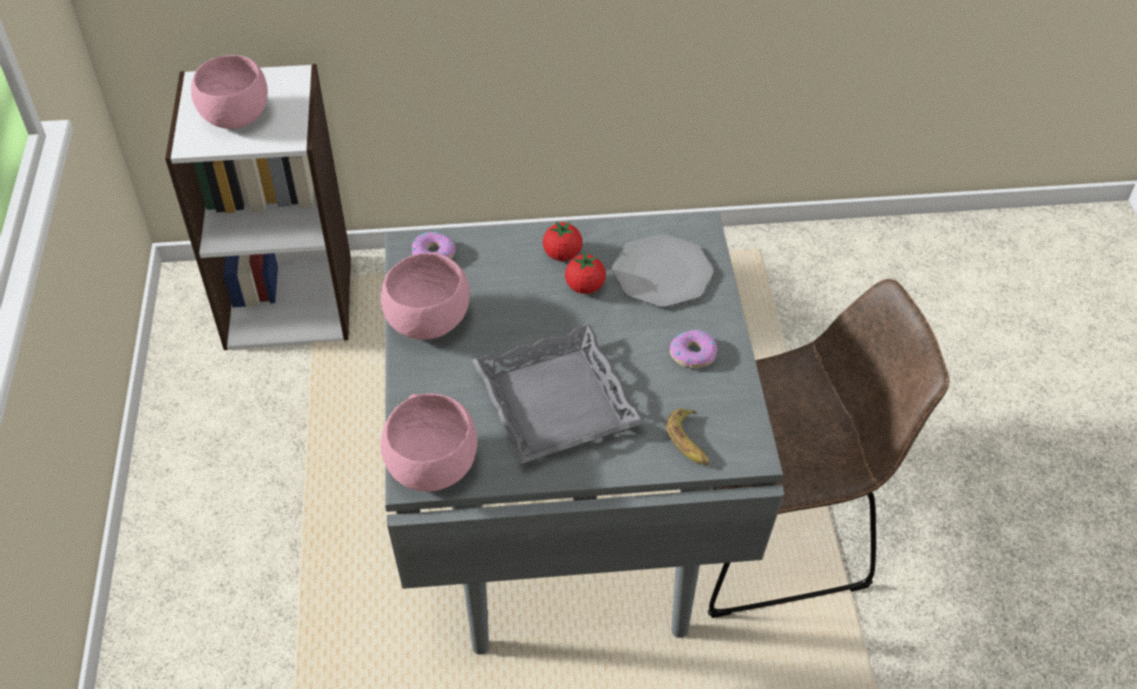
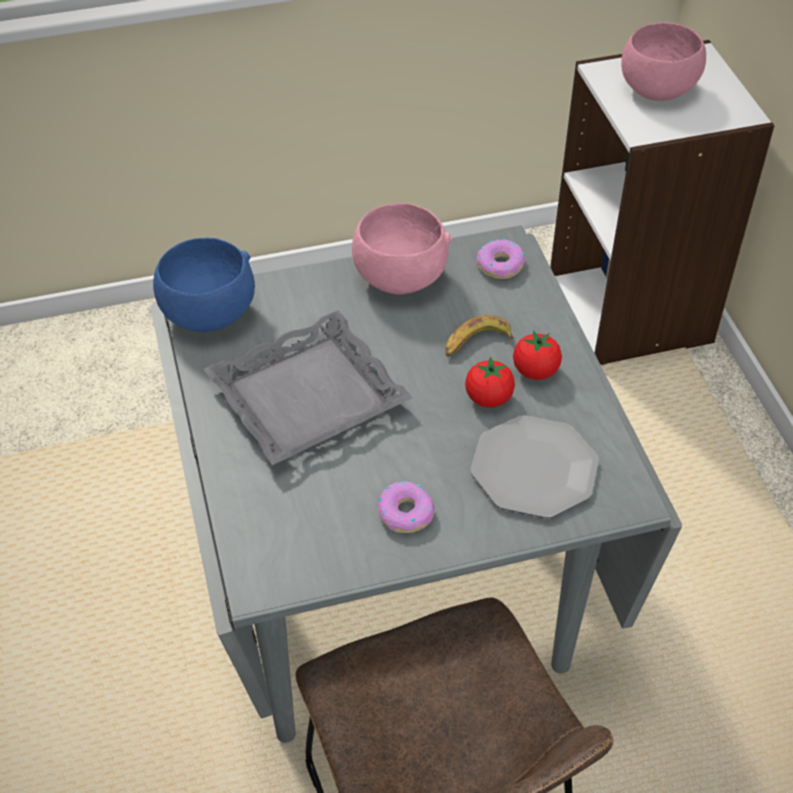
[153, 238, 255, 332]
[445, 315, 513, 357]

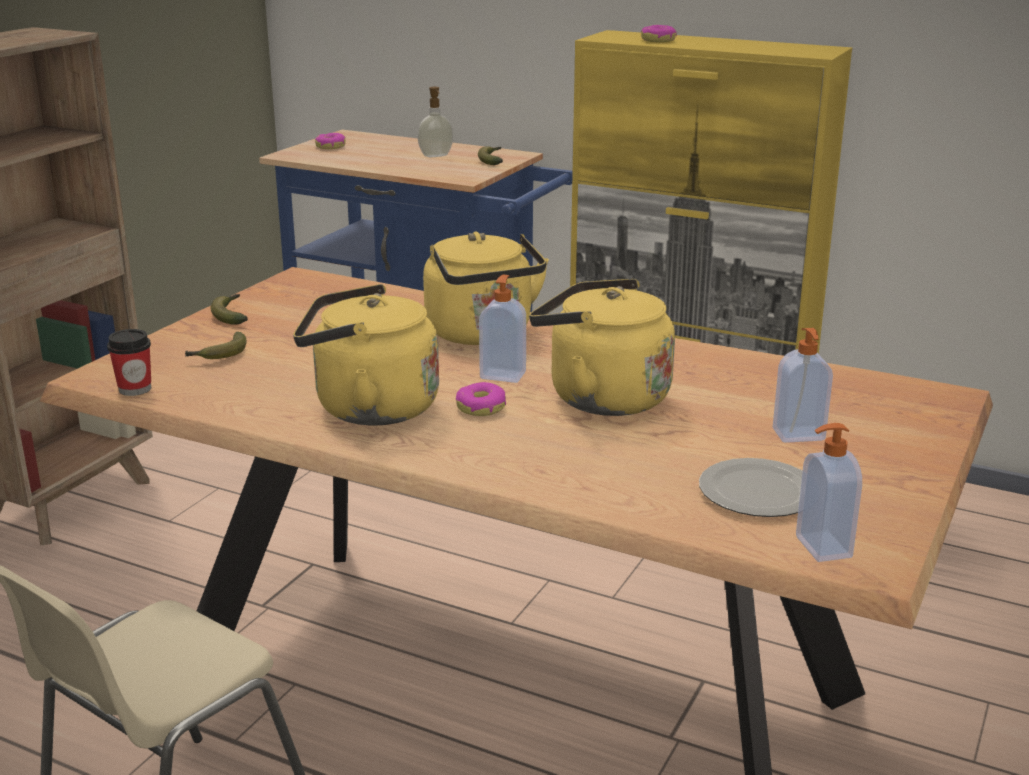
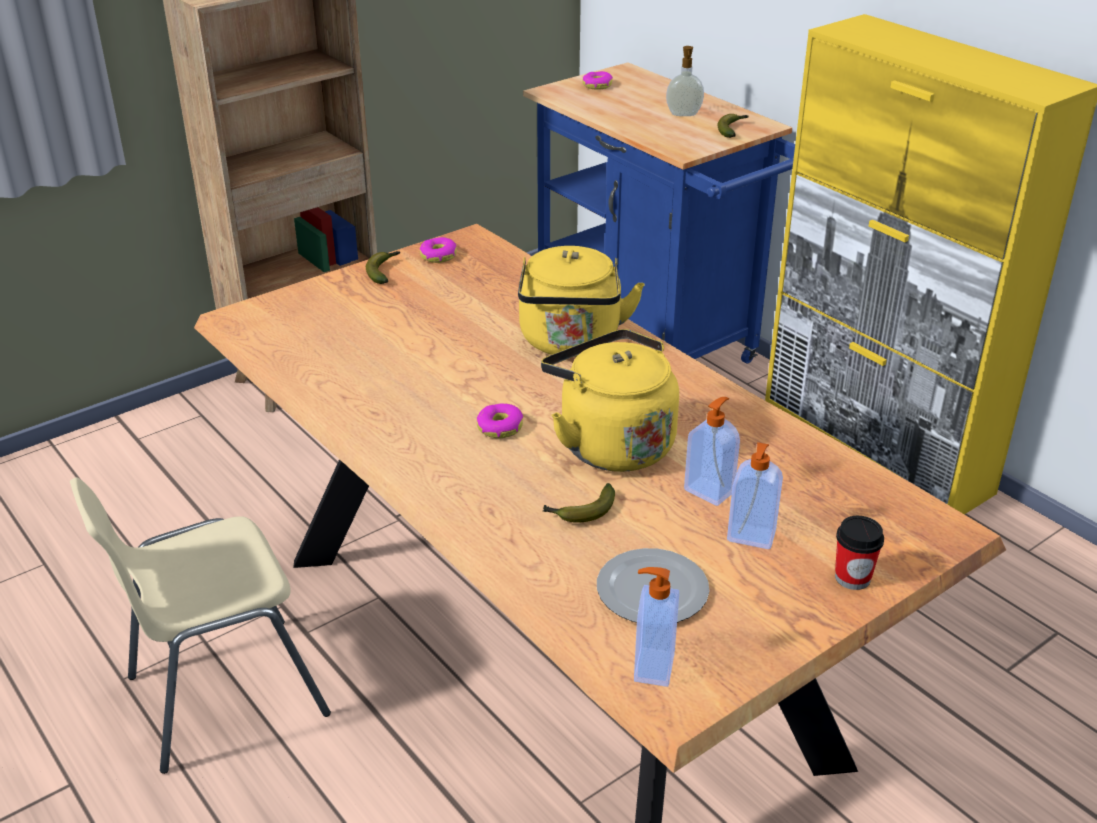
[420, 237, 457, 263]
[543, 483, 615, 523]
[684, 397, 740, 506]
[835, 516, 884, 590]
[293, 284, 439, 425] (first image)

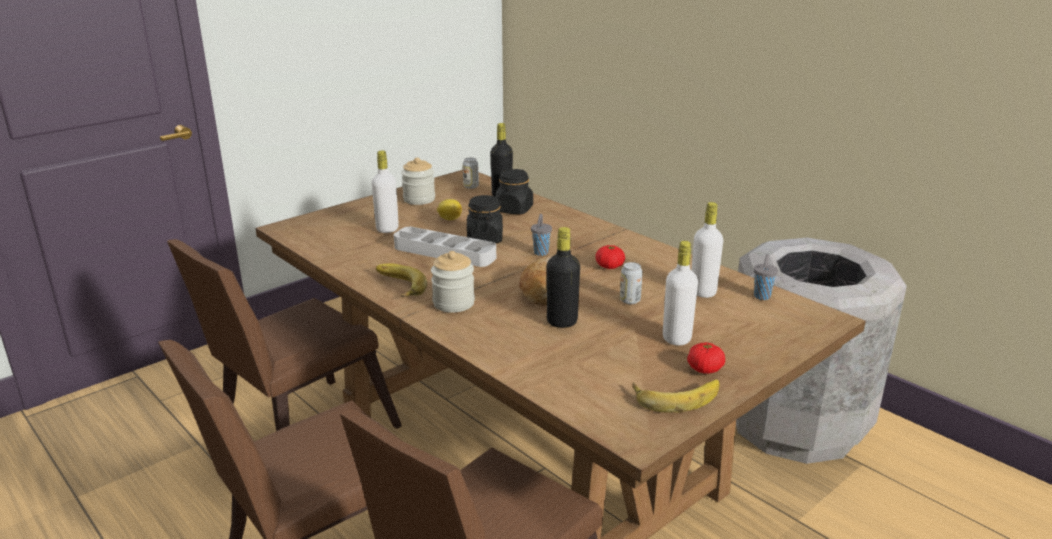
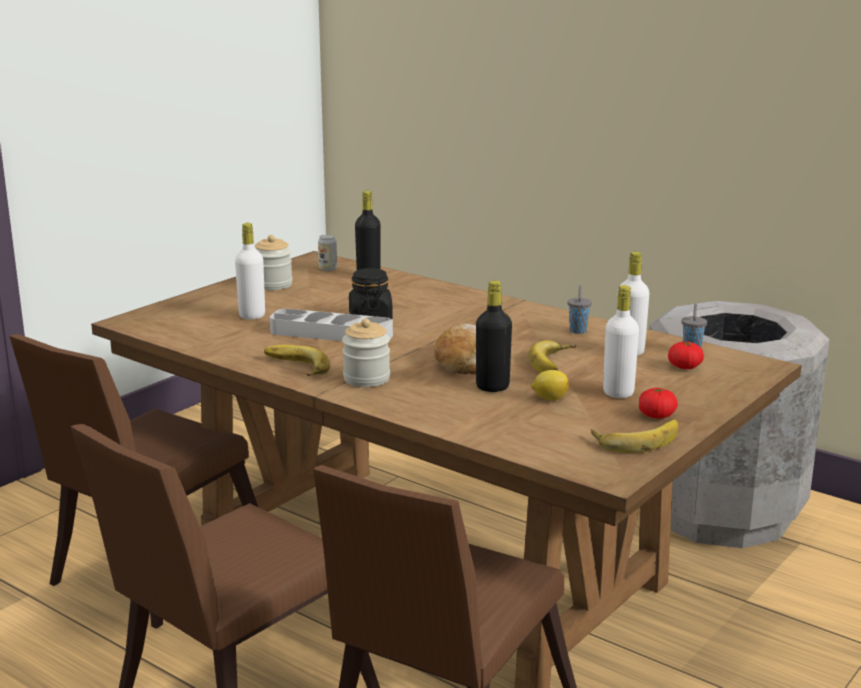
[528, 340, 576, 373]
[531, 370, 569, 400]
[568, 285, 592, 334]
[668, 342, 704, 369]
[495, 169, 533, 214] (first image)

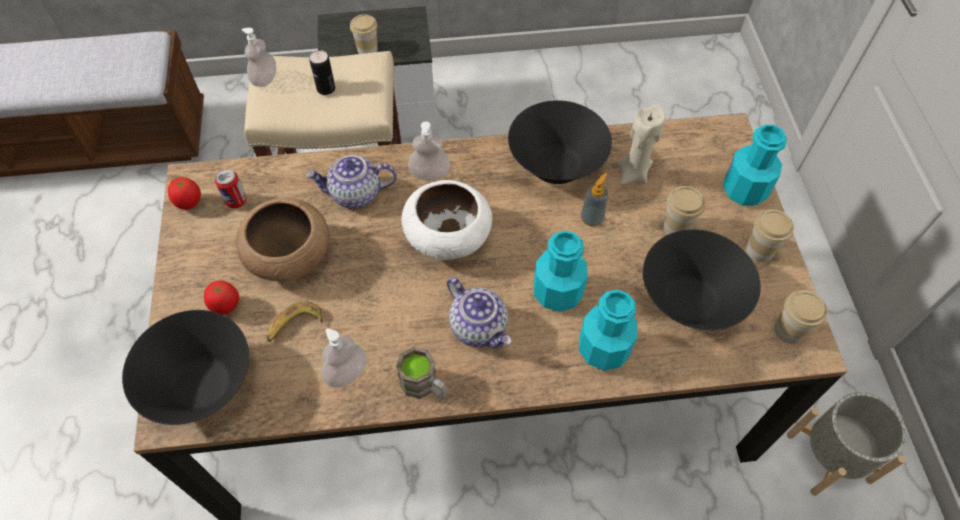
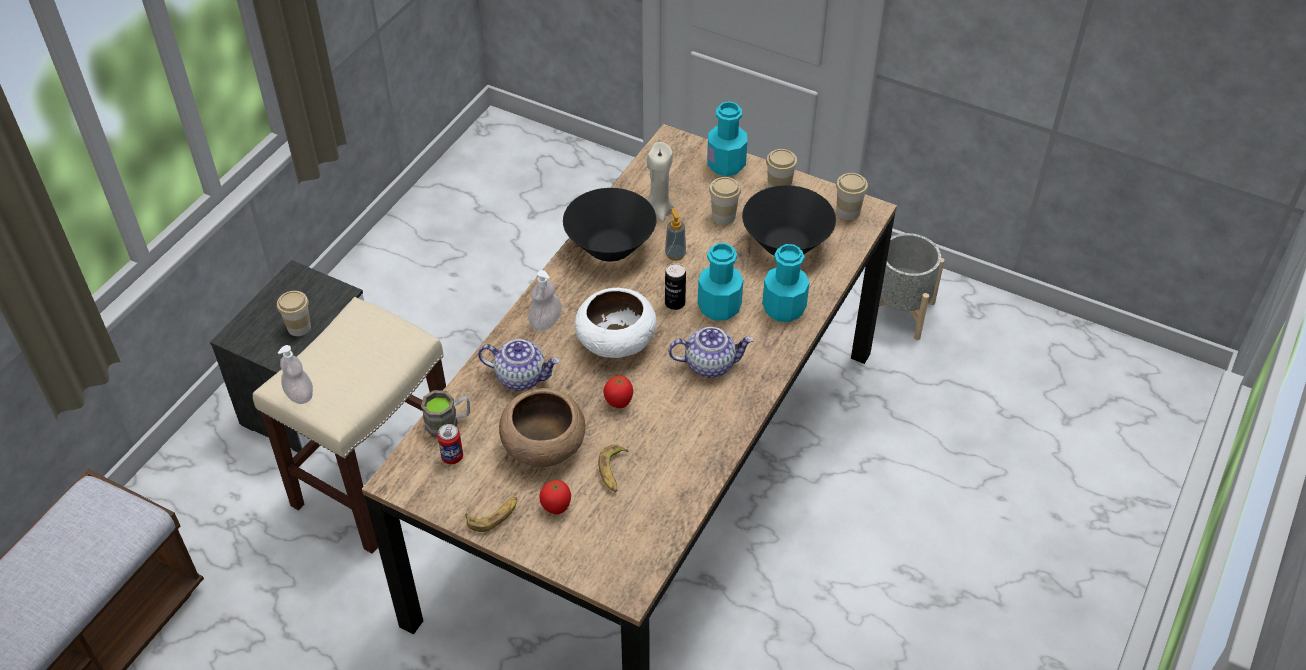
[421, 390, 470, 437]
[465, 497, 517, 532]
[478, 339, 560, 391]
[604, 376, 633, 408]
[665, 263, 686, 310]
[122, 310, 249, 425] (first image)
[322, 328, 367, 388] (first image)

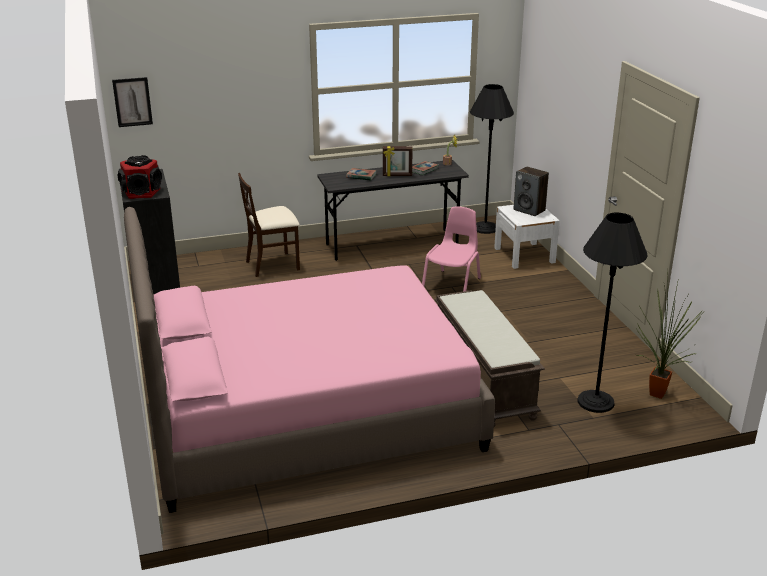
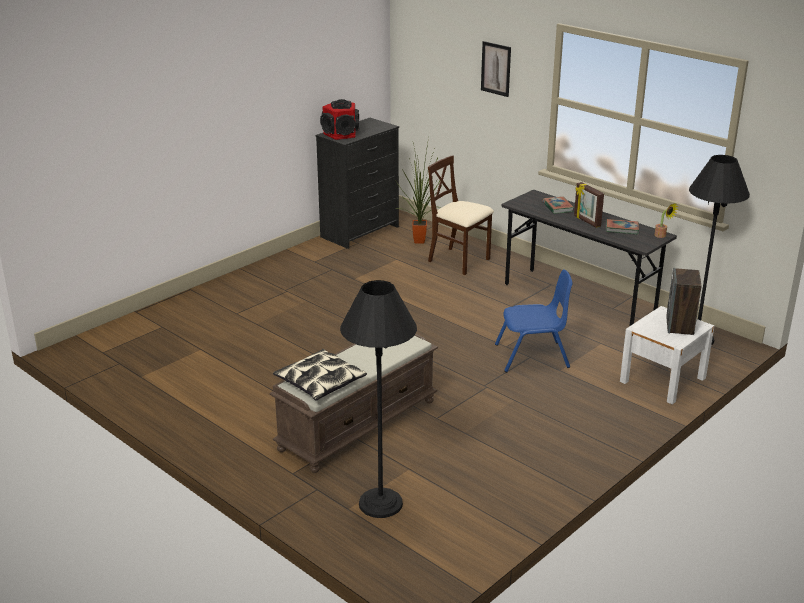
[273, 349, 367, 400]
[396, 138, 441, 244]
[481, 41, 511, 97]
[495, 269, 573, 372]
[124, 207, 495, 513] (first image)

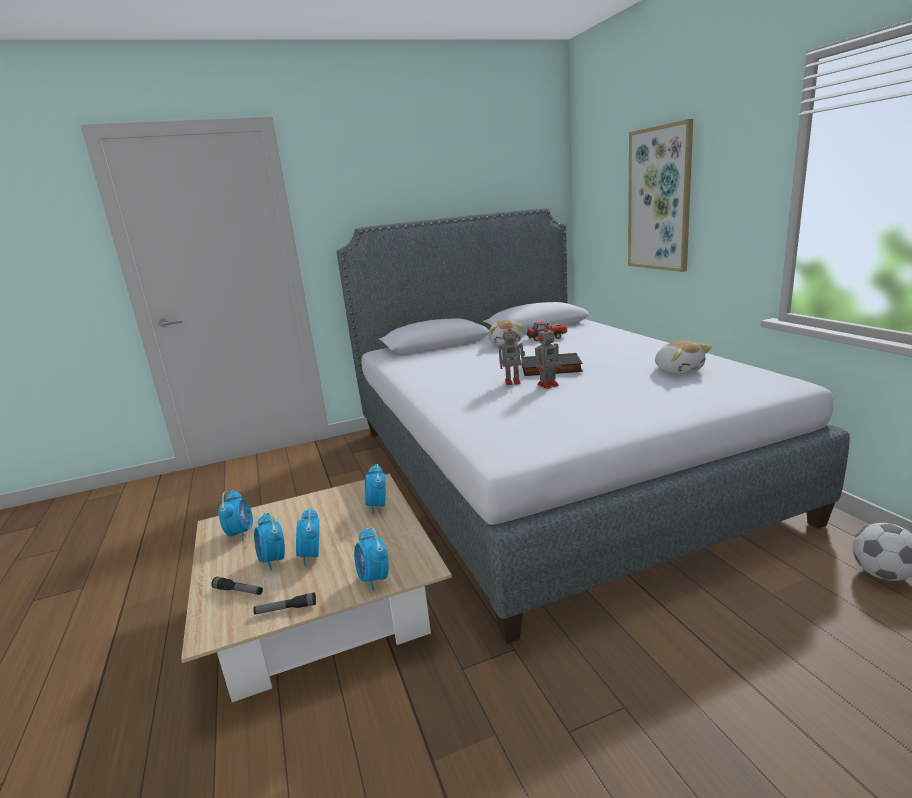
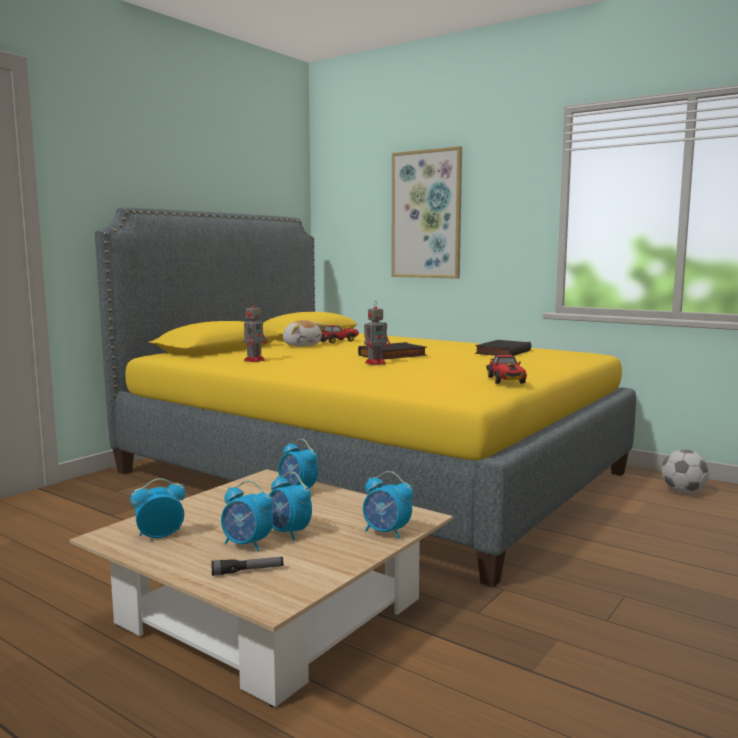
[95, 208, 636, 587]
[130, 478, 185, 538]
[243, 301, 267, 362]
[475, 340, 531, 356]
[486, 355, 527, 384]
[253, 592, 316, 614] (first image)

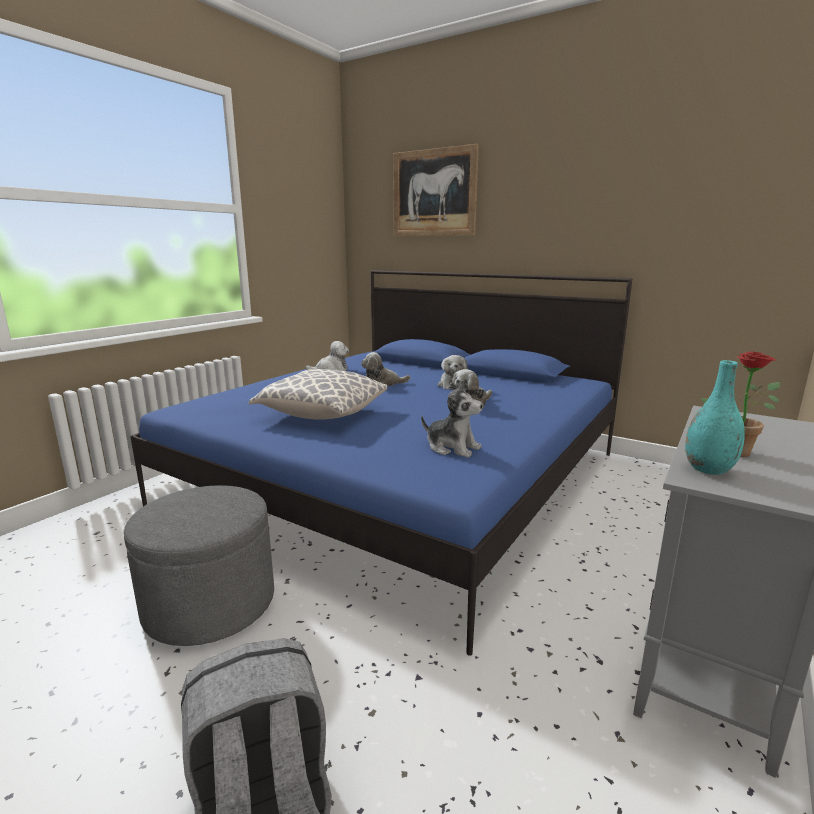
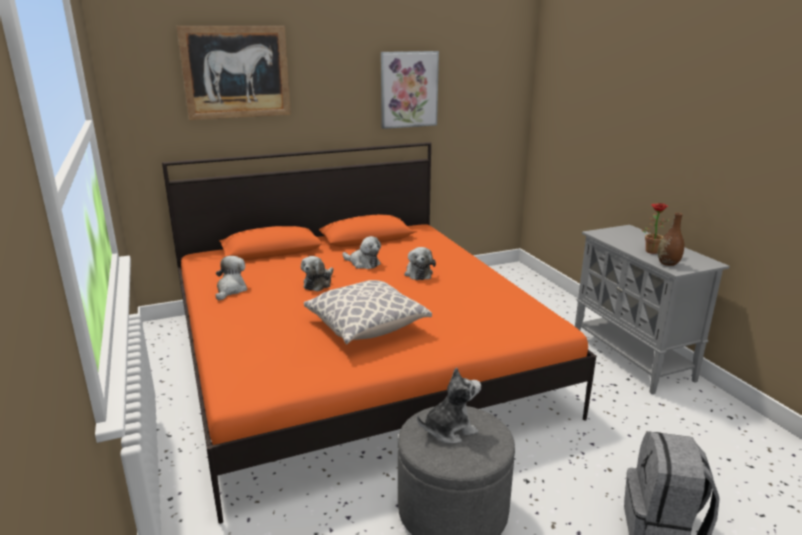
[162, 142, 596, 524]
[381, 51, 439, 129]
[417, 367, 481, 444]
[658, 213, 684, 266]

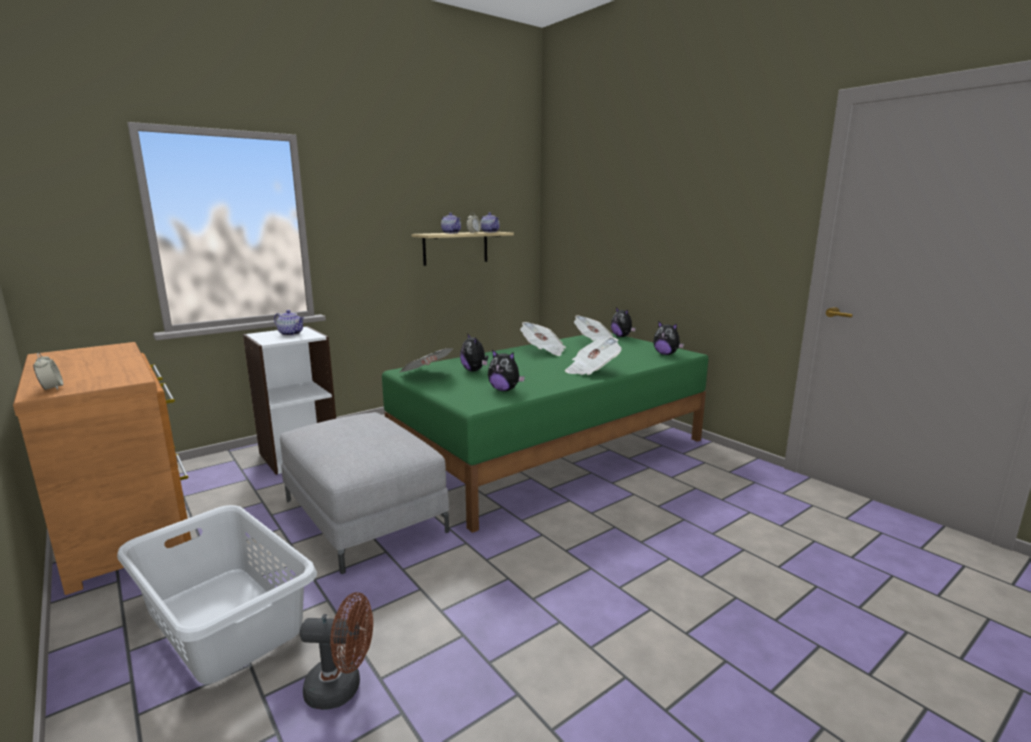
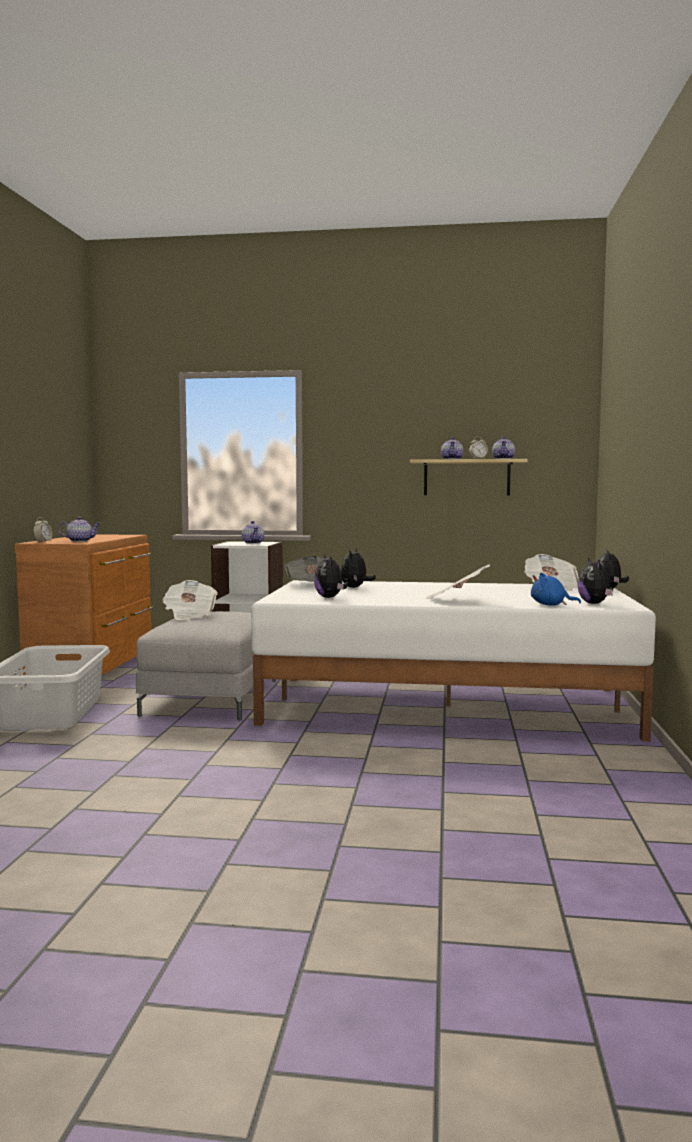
[58, 517, 100, 542]
[162, 580, 218, 620]
[251, 580, 656, 742]
[531, 573, 581, 606]
[300, 592, 373, 710] (first image)

